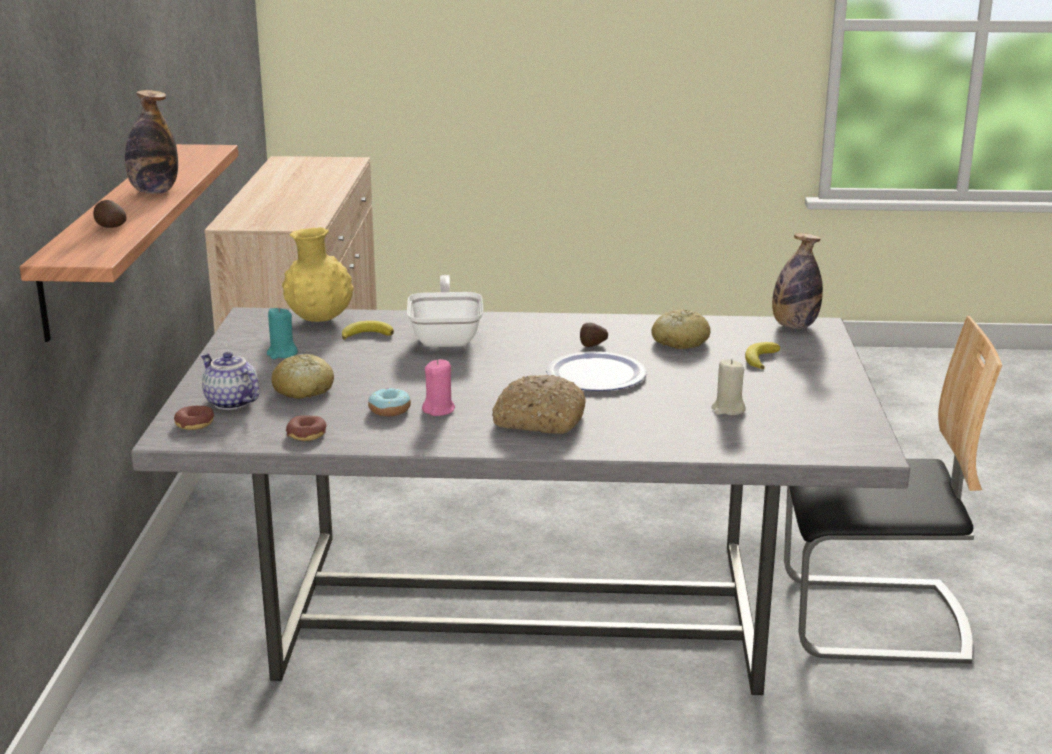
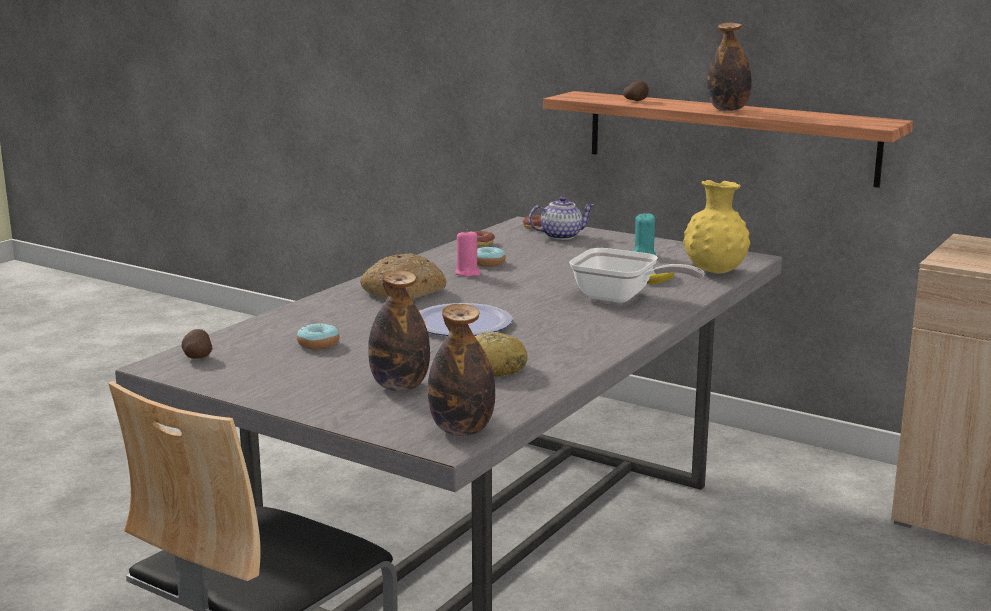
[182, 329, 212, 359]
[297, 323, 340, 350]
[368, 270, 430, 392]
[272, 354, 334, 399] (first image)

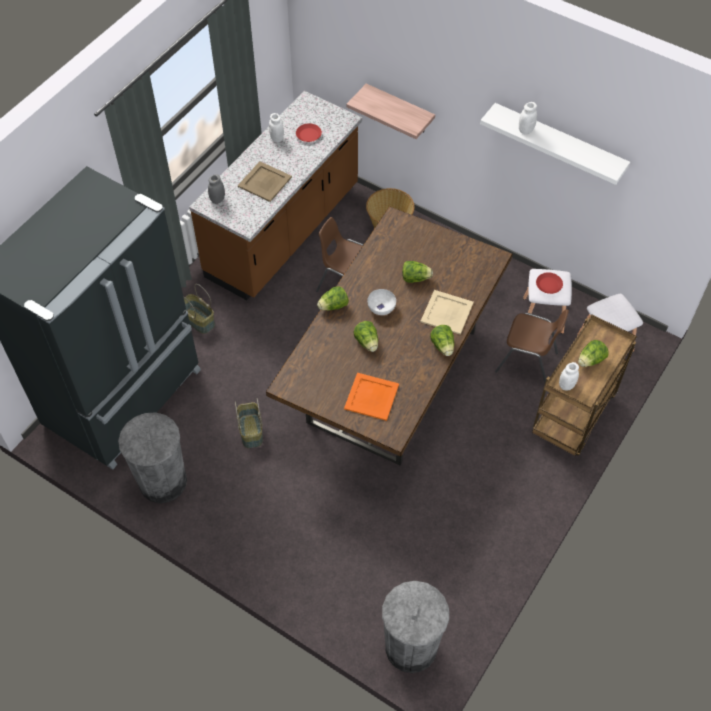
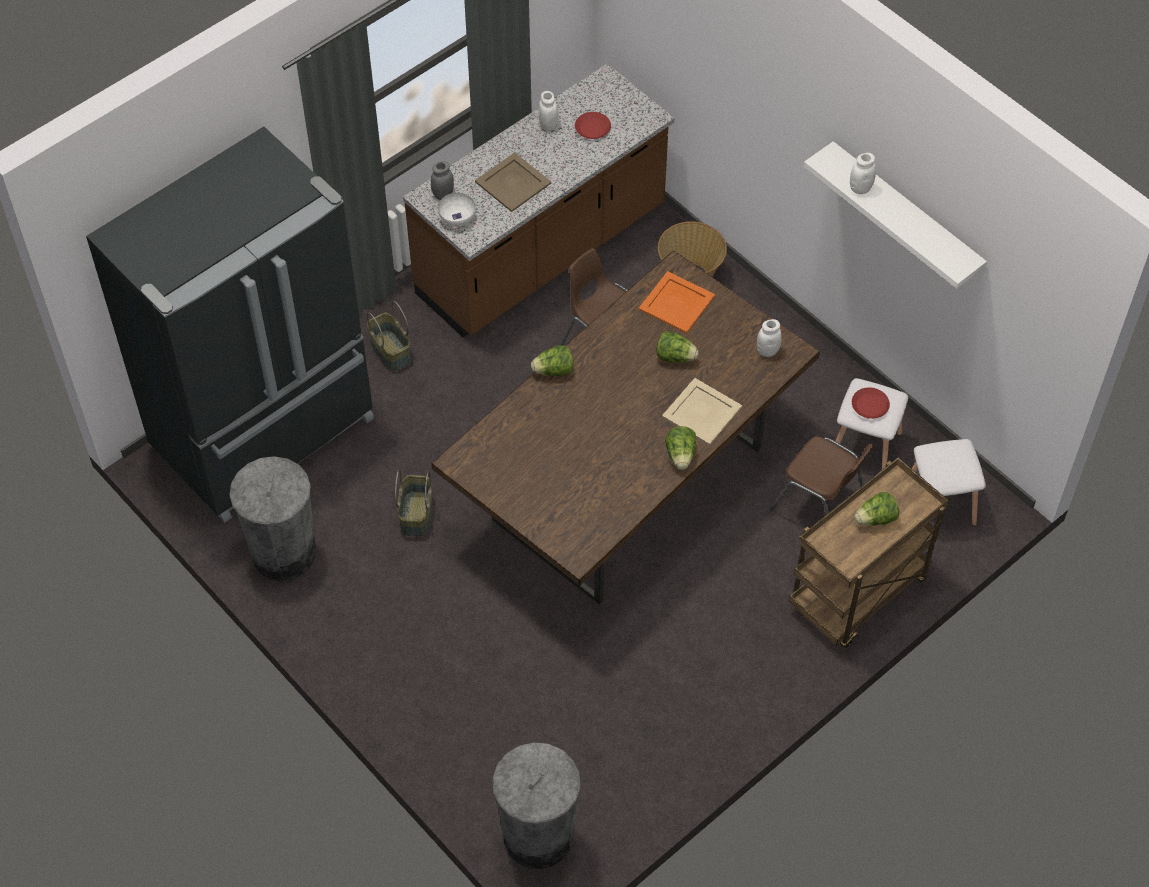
[438, 193, 476, 227]
[639, 271, 715, 334]
[757, 319, 782, 357]
[346, 84, 435, 139] (first image)
[353, 321, 378, 352] (first image)

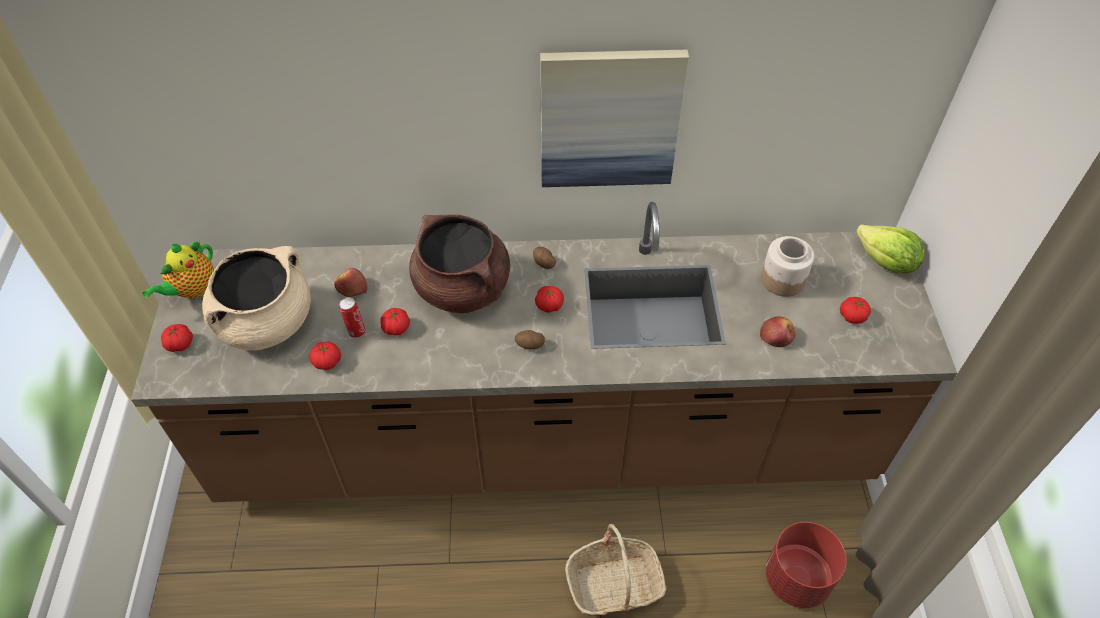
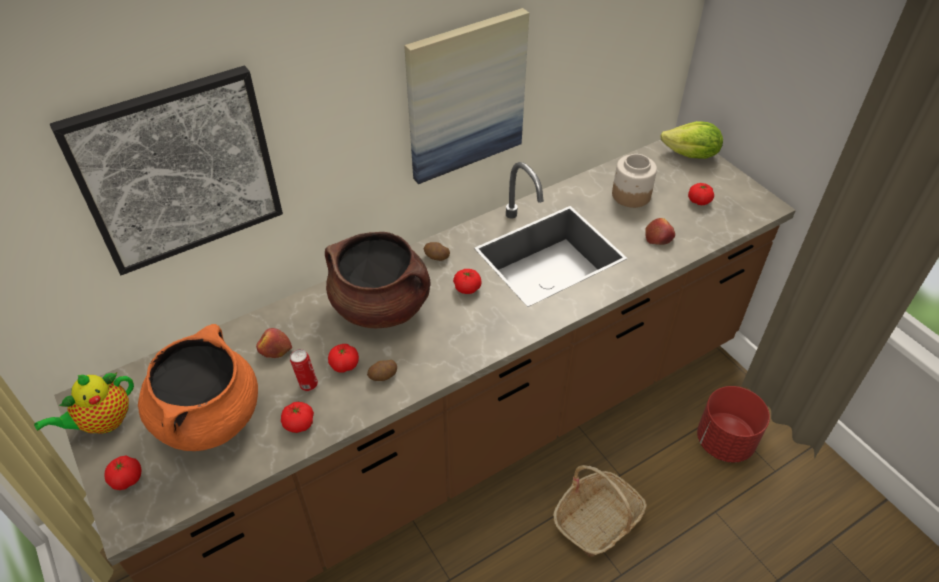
[34, 372, 134, 434]
[50, 65, 283, 275]
[138, 324, 258, 451]
[367, 360, 397, 381]

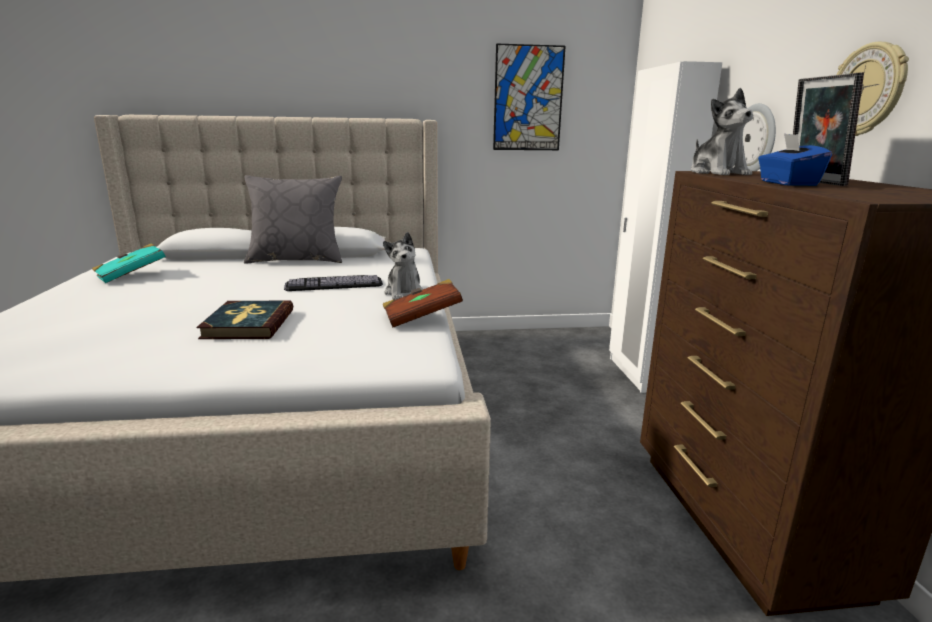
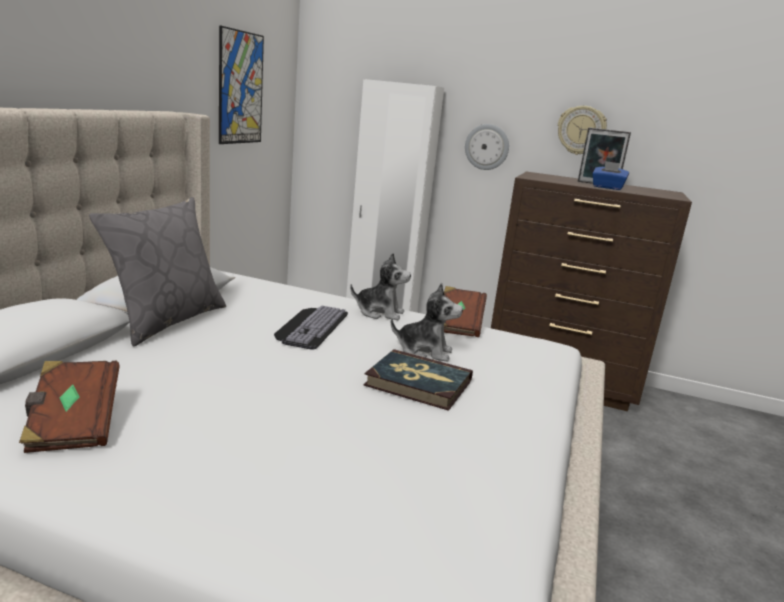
[19, 361, 120, 453]
[391, 283, 463, 362]

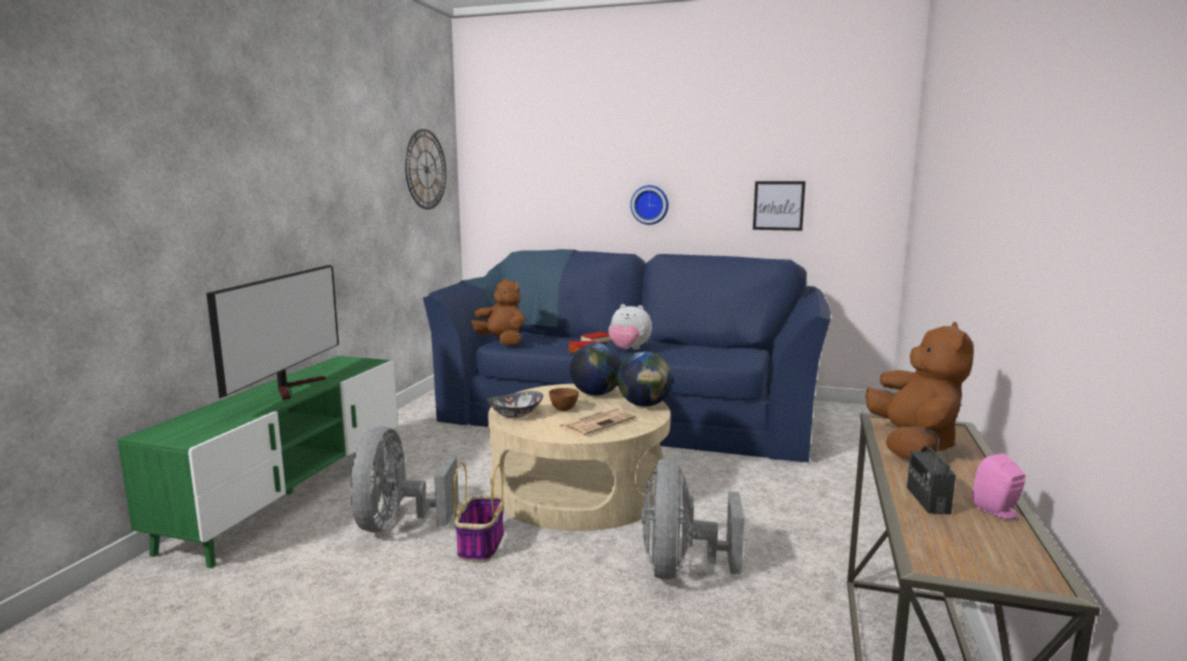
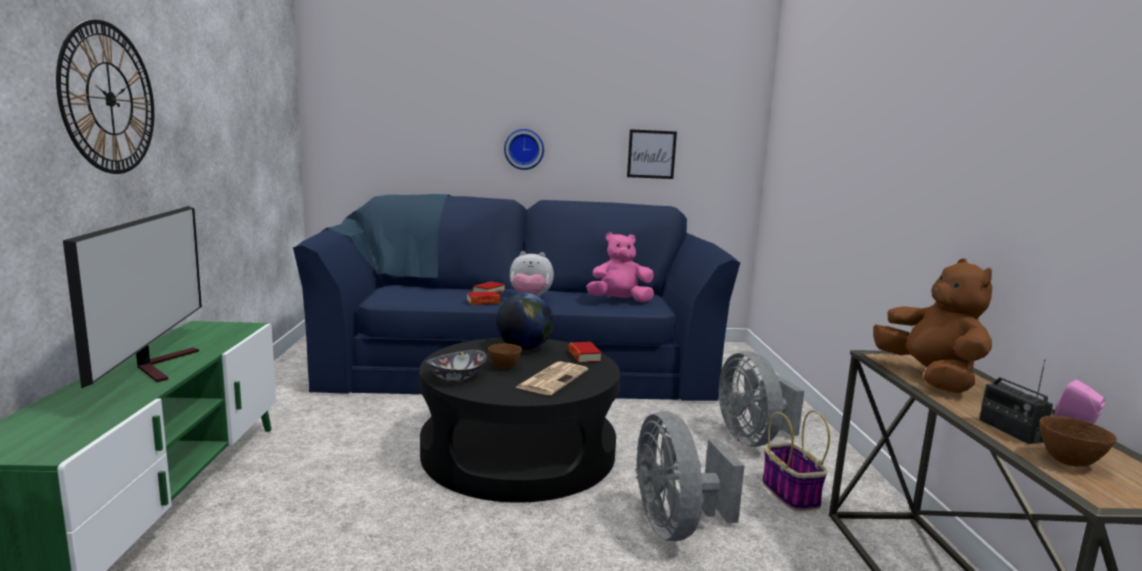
[56, 19, 154, 174]
[419, 338, 620, 503]
[568, 342, 602, 363]
[586, 232, 654, 302]
[719, 351, 804, 447]
[762, 410, 830, 511]
[1039, 416, 1117, 467]
[471, 278, 525, 346] (first image)

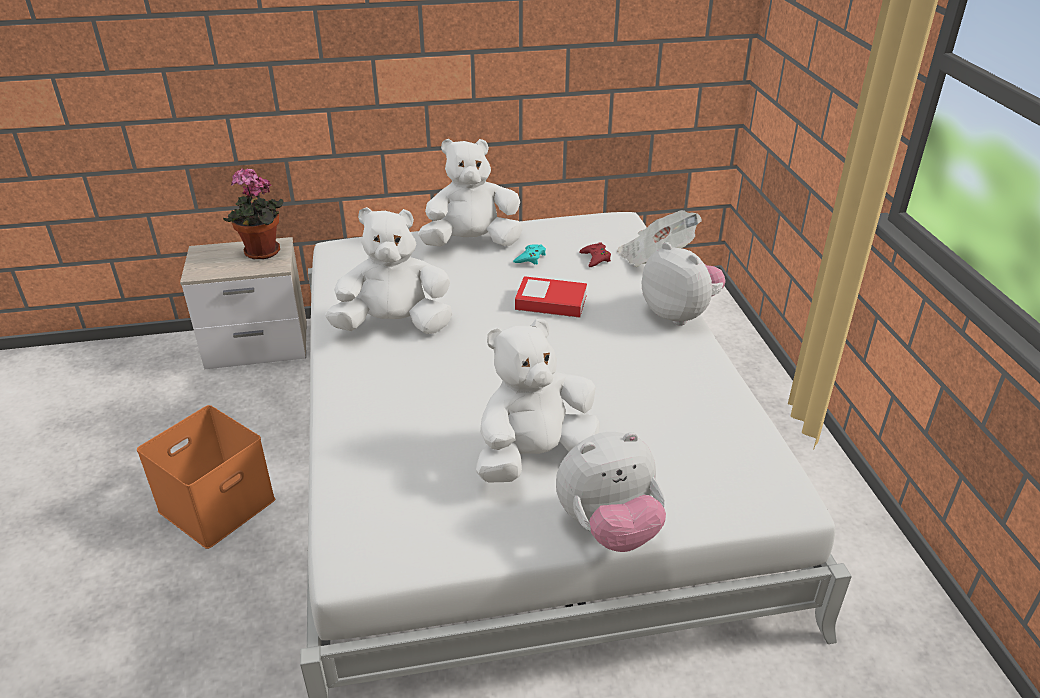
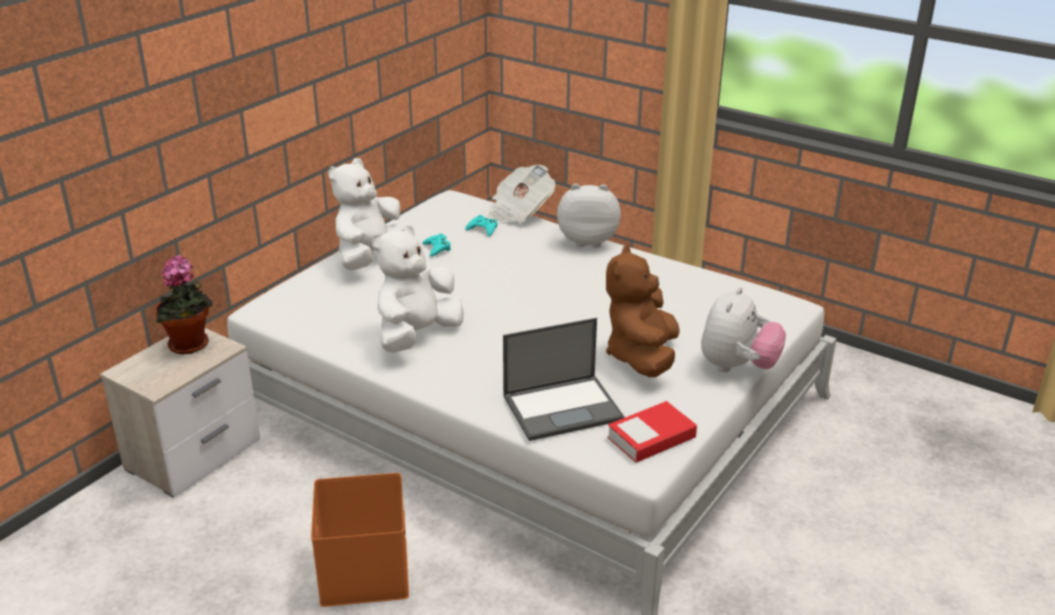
[465, 215, 497, 236]
[503, 318, 625, 441]
[606, 245, 680, 377]
[608, 401, 697, 463]

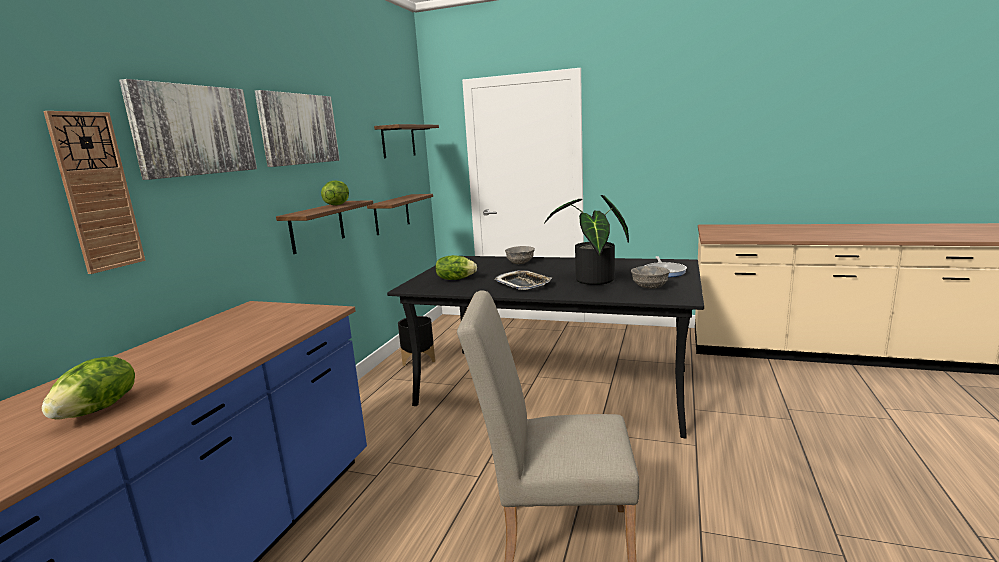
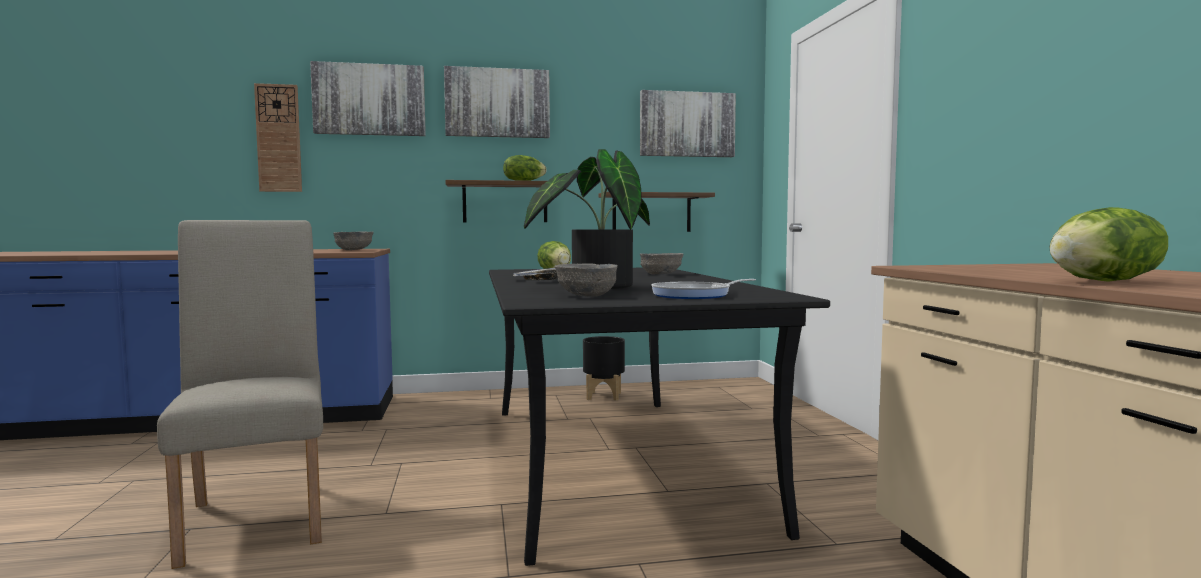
[333, 232, 374, 250]
[640, 90, 736, 157]
[1049, 207, 1168, 282]

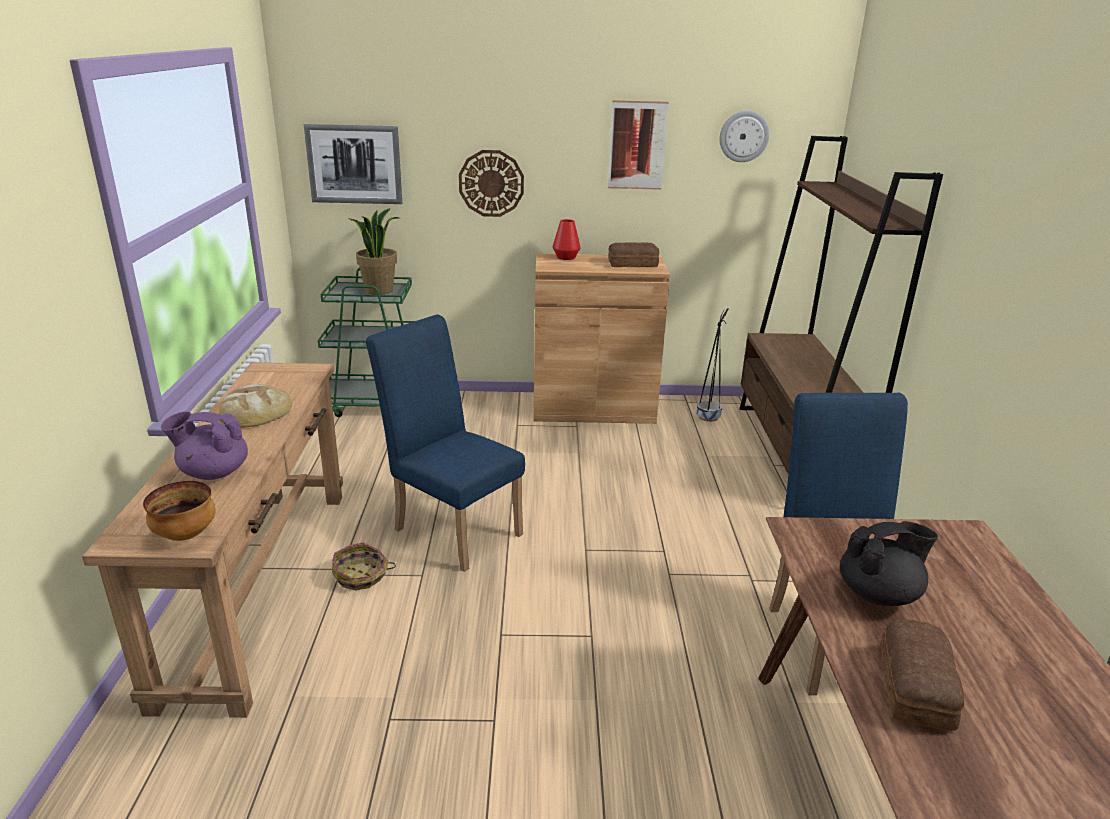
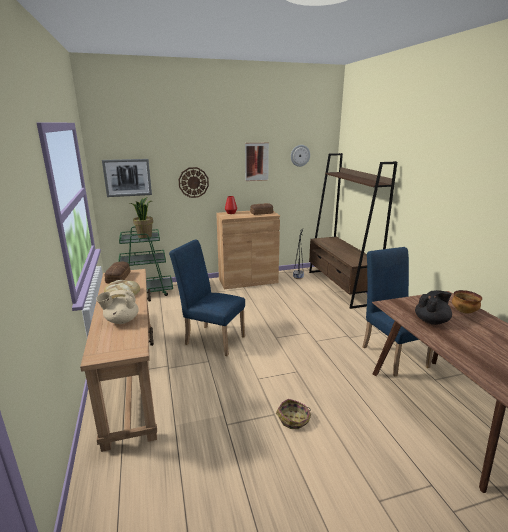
[96, 290, 139, 324]
[105, 262, 130, 283]
[276, 399, 311, 429]
[452, 290, 482, 314]

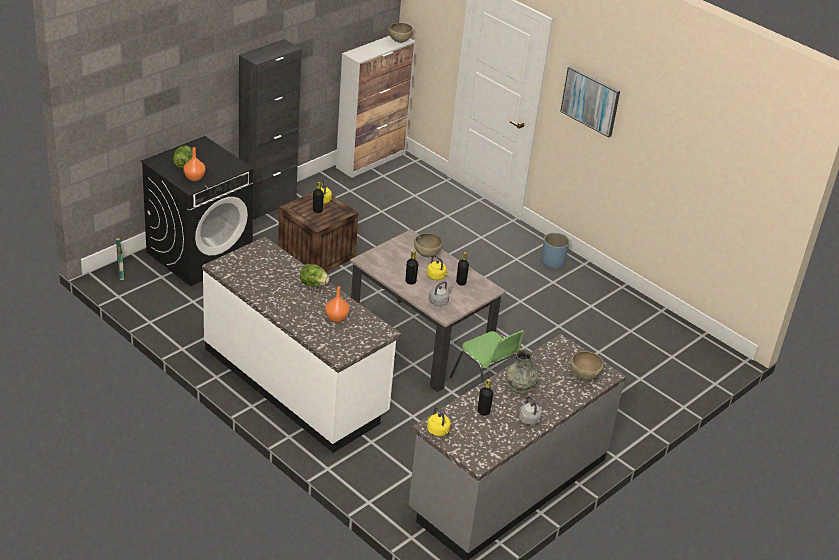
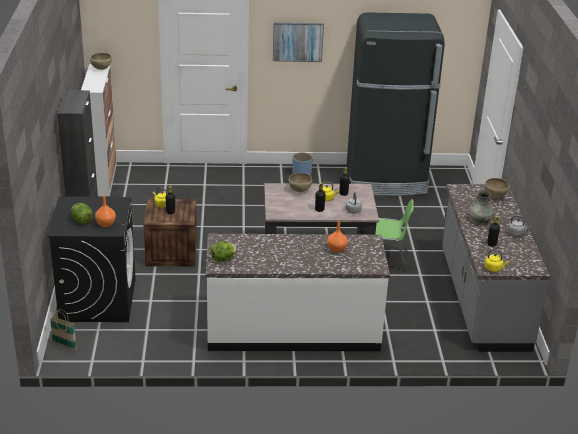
[211, 242, 237, 262]
[347, 12, 445, 196]

